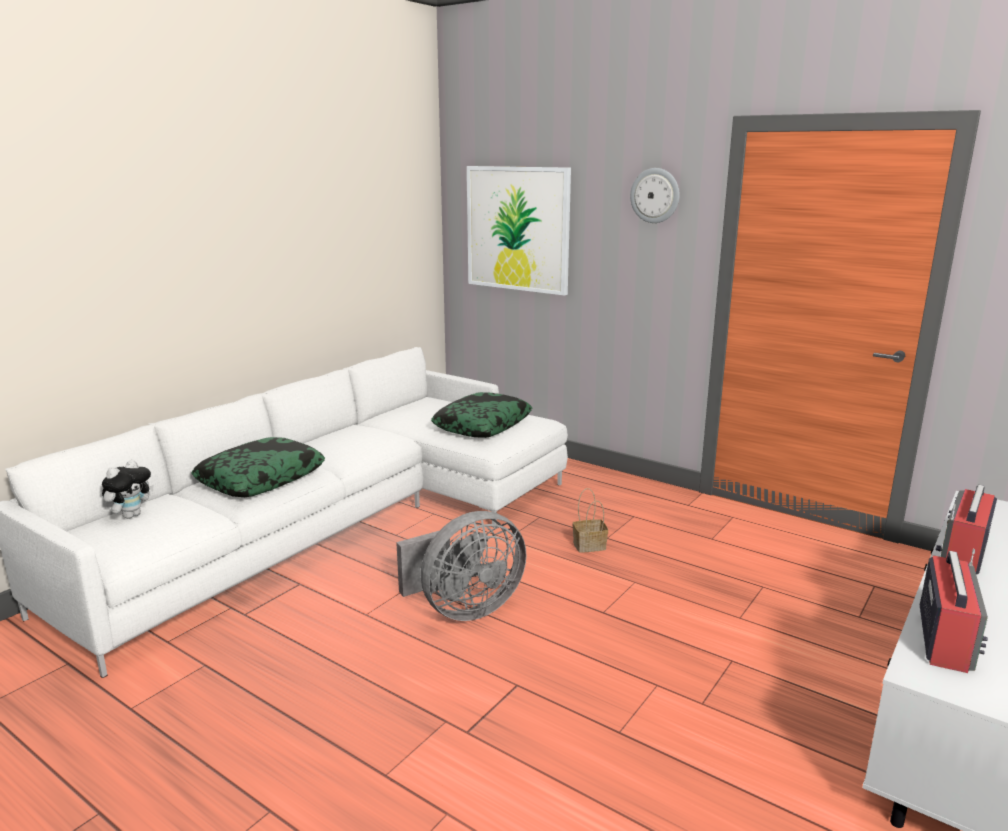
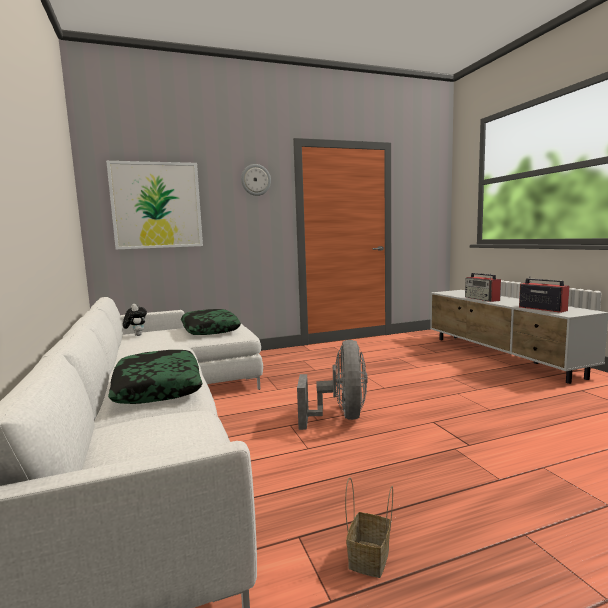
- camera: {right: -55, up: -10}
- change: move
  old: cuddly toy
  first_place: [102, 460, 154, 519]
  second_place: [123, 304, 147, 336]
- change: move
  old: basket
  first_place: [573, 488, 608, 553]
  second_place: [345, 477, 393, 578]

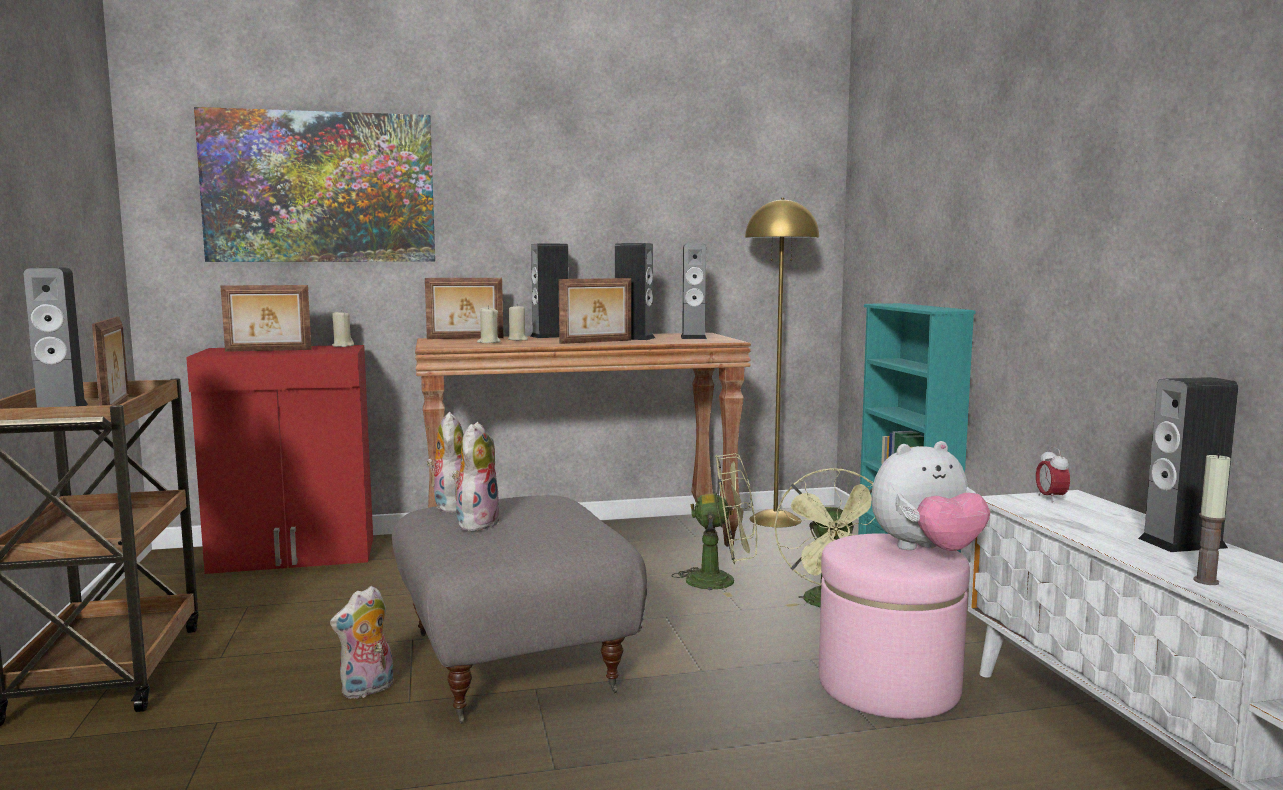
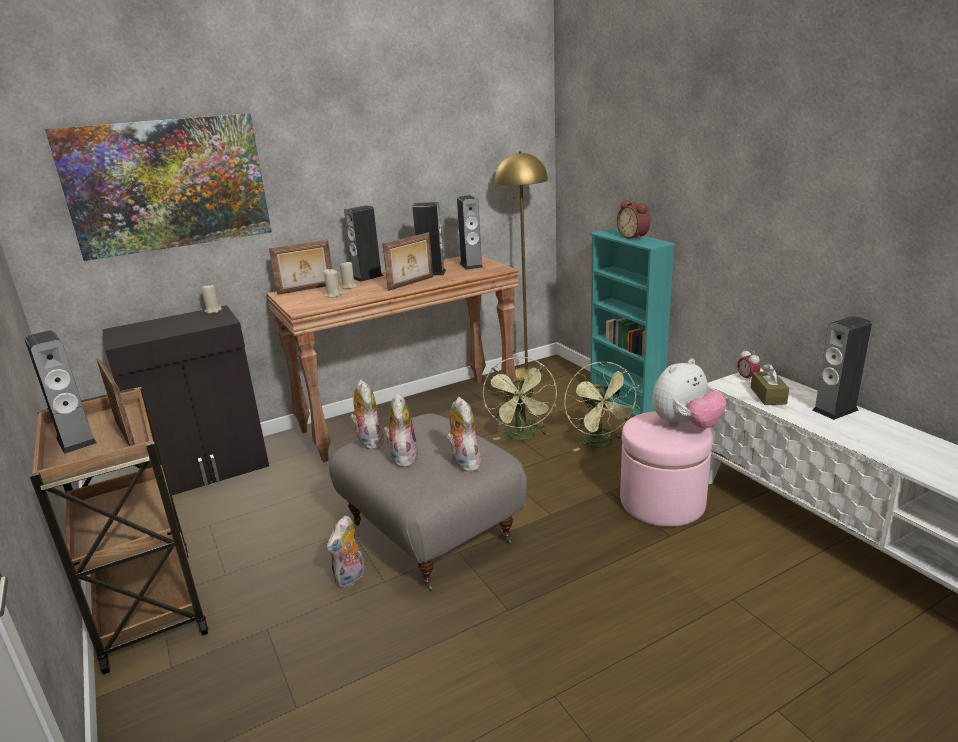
- camera: {right: -15, up: 15}
- change: recolor
  old: red cupboard
  new: blackish cupboard
  first_place: [186, 345, 373, 574]
  second_place: [102, 305, 269, 495]
- change: insert
  new: cuddly toy
  second_place: [446, 397, 481, 472]
- change: rotate
  old: greenish cooling fan
  first_place: [672, 453, 757, 597]
  second_place: [483, 356, 557, 440]
  degrees: 105
- change: insert
  new: bedside clock
  second_place: [617, 200, 650, 240]
- change: insert
  new: brownish box of tissues
  second_place: [751, 363, 789, 405]
- change: delete
  old: standing frame
  first_place: [221, 285, 312, 352]
- change: delete
  old: wax light
  first_place: [1193, 453, 1231, 585]

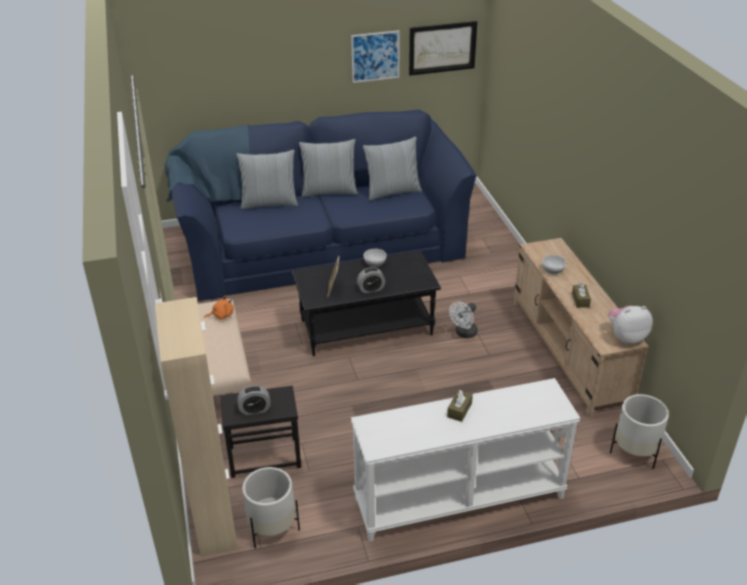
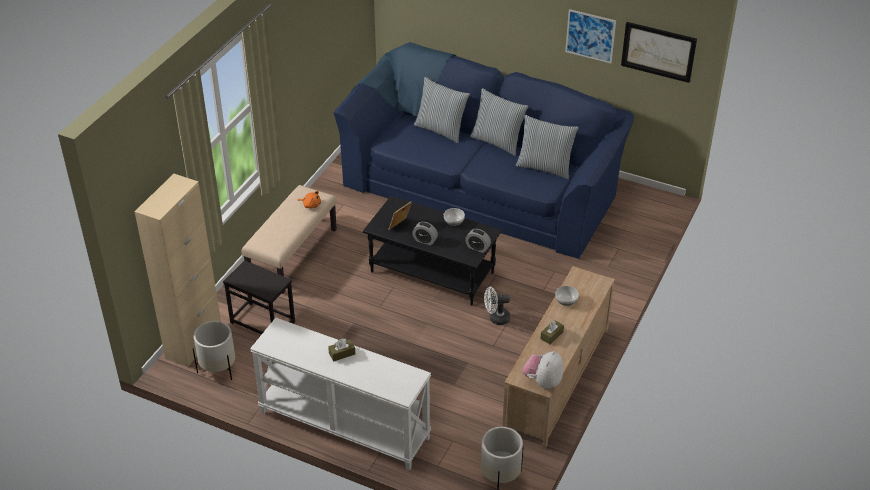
- camera: {right: 40, up: 5}
- change: move
  old: bedside clock
  first_place: [237, 385, 271, 415]
  second_place: [465, 229, 491, 253]
- change: rotate
  old: cuddly toy
  first_place: [609, 306, 653, 344]
  second_place: [523, 351, 563, 389]
  degrees: -90

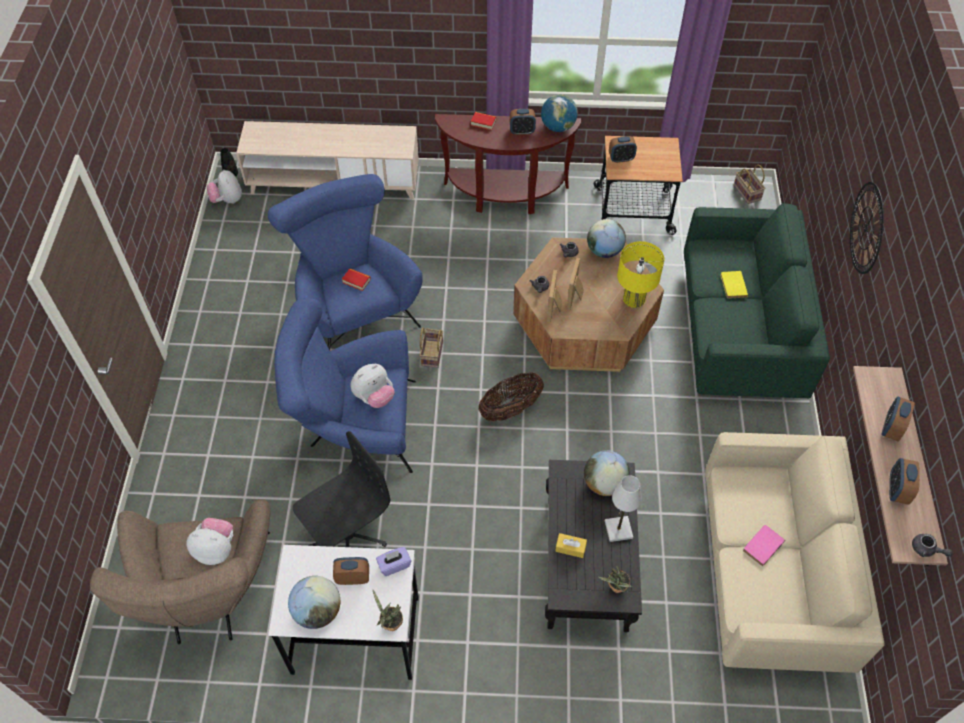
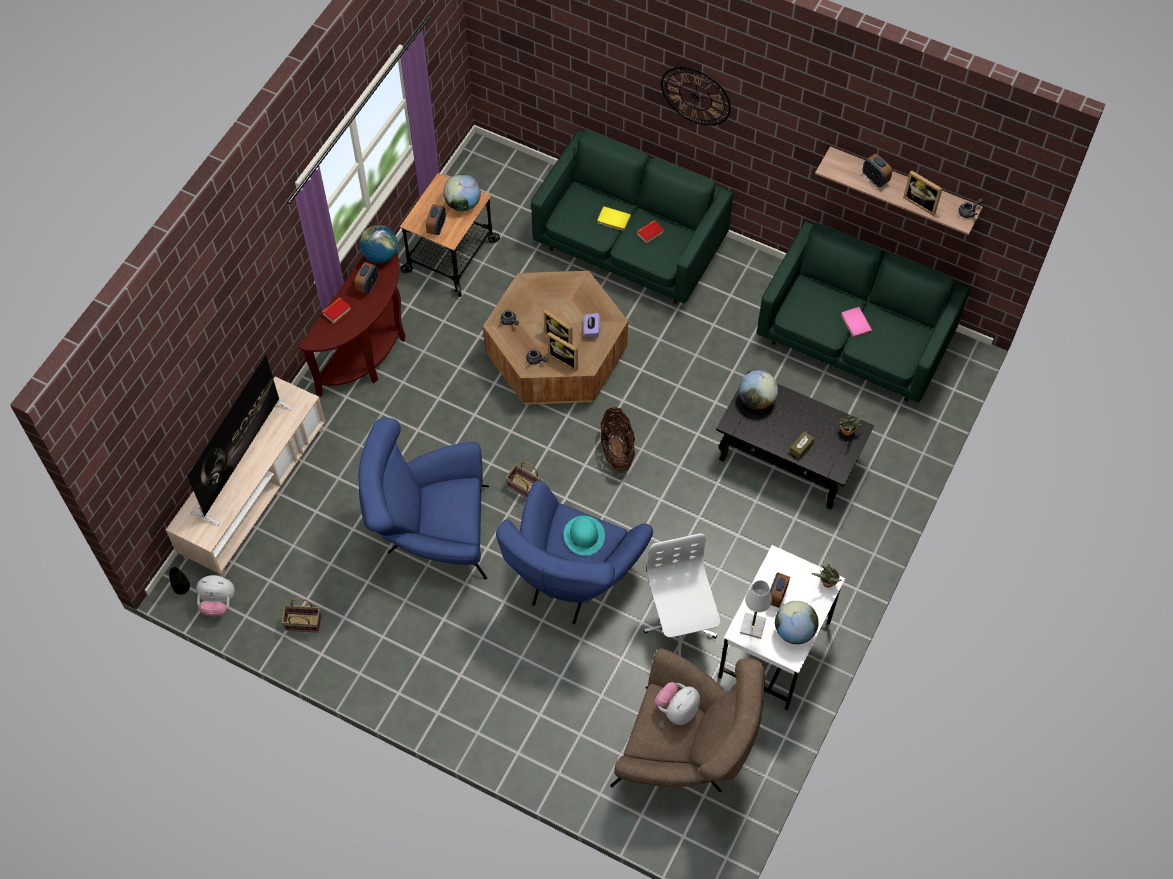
- camera: {right: -65, up: 5}
- change: insert
  new: television
  second_place: [187, 354, 292, 525]
- change: move
  old: basket
  first_place: [734, 165, 765, 204]
  second_place: [282, 598, 322, 633]
- change: move
  old: globe
  first_place: [587, 219, 626, 258]
  second_place: [443, 174, 481, 211]
- change: replace
  old: cuddly toy
  new: blue-green hat
  first_place: [351, 364, 395, 408]
  second_place: [563, 516, 605, 556]
- change: move
  old: purple-coloured box of tissues
  first_place: [376, 547, 411, 576]
  second_place: [584, 313, 600, 338]
- change: move
  old: book
  first_place: [342, 268, 371, 291]
  second_place: [637, 220, 664, 244]
- change: recolor
  old: blackish office chair
  new: white office chair
  first_place: [293, 431, 390, 547]
  second_place: [644, 533, 720, 656]
- change: move
  old: white tabletop lamp
  first_place: [605, 475, 642, 542]
  second_place: [740, 580, 772, 639]
- change: recolor
  old: sand-coloured settee
  new: greenish settee
  first_place: [705, 432, 885, 673]
  second_place: [757, 221, 971, 402]
- change: recolor
  old: yellow-coloured box of tissues
  new: brownish box of tissues
  first_place: [555, 533, 587, 558]
  second_place: [789, 431, 815, 459]
- change: replace
  old: bedside clock
  new: standing frame
  first_place: [889, 458, 920, 505]
  second_place: [903, 171, 943, 216]
- change: delete
  old: yellow-coloured tabletop lamp
  first_place: [617, 241, 664, 308]

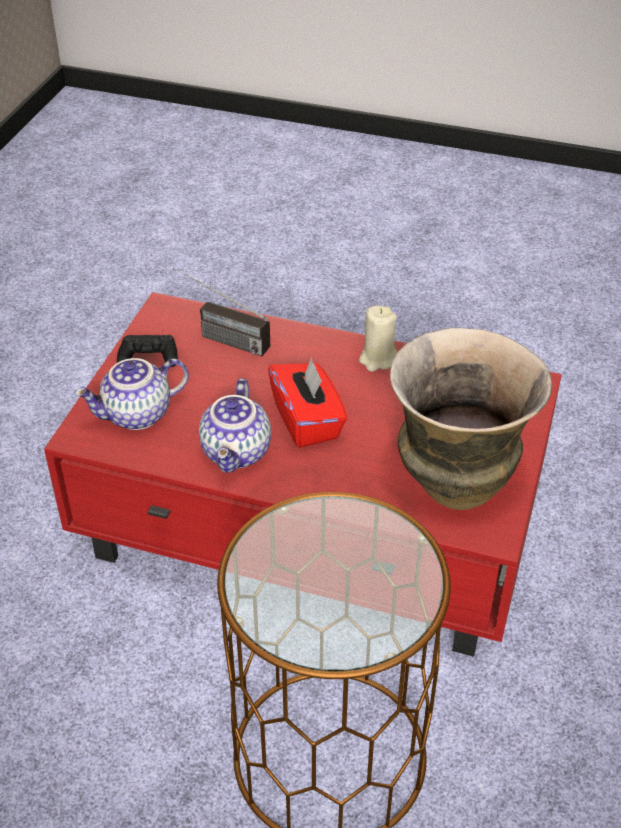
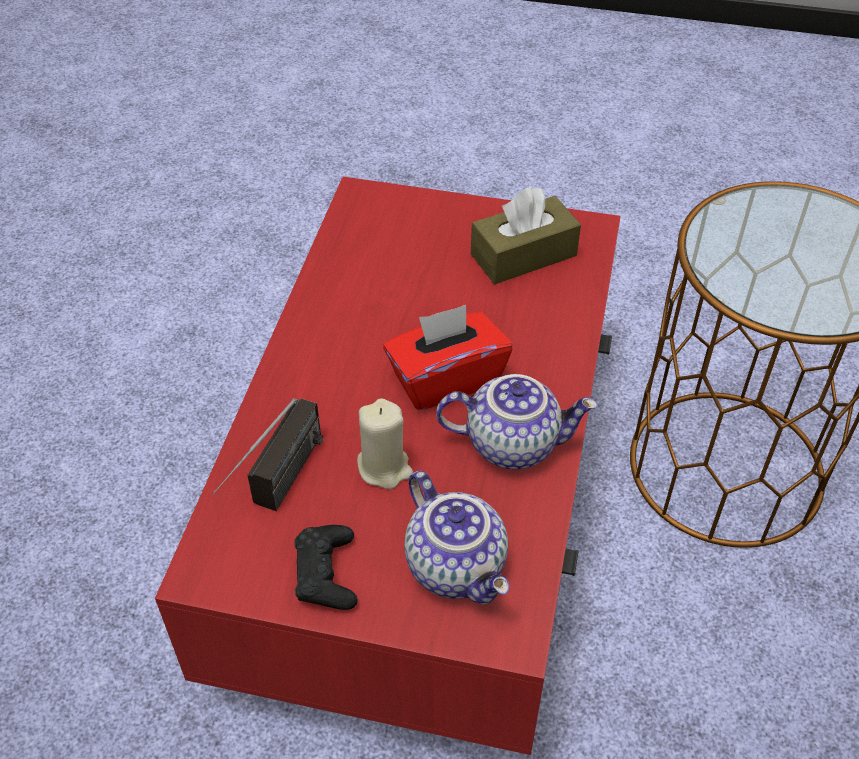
- camera: {right: -95, up: 5}
- change: move
  old: sand-coloured wax light
  first_place: [359, 306, 397, 372]
  second_place: [357, 398, 413, 489]
- change: replace
  old: decorative vase
  new: brownish box of tissues
  first_place: [390, 328, 552, 510]
  second_place: [471, 187, 581, 284]

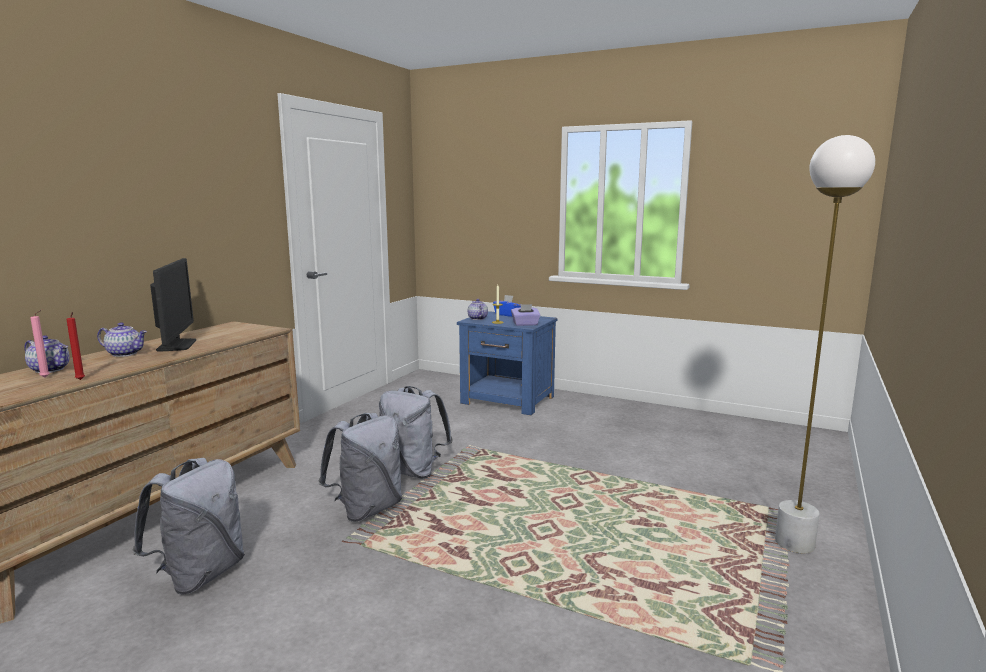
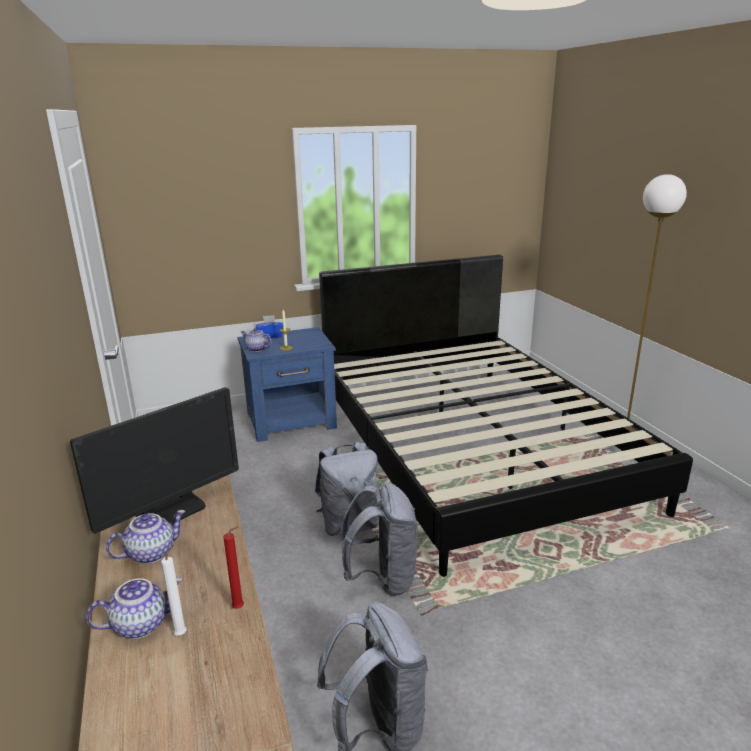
- camera: {right: -45, up: 10}
- change: rotate
  old: monitor
  first_place: [150, 258, 196, 352]
  second_place: [70, 387, 239, 534]
  degrees: 105
- change: recolor
  old: pinkish wax light
  new: white wax light
  first_place: [30, 309, 50, 378]
  second_place: [161, 545, 187, 636]
- change: insert
  new: blackish sleeping bed
  second_place: [319, 255, 693, 577]
- change: delete
  old: purple-coloured box of tissues
  first_place: [511, 304, 540, 326]

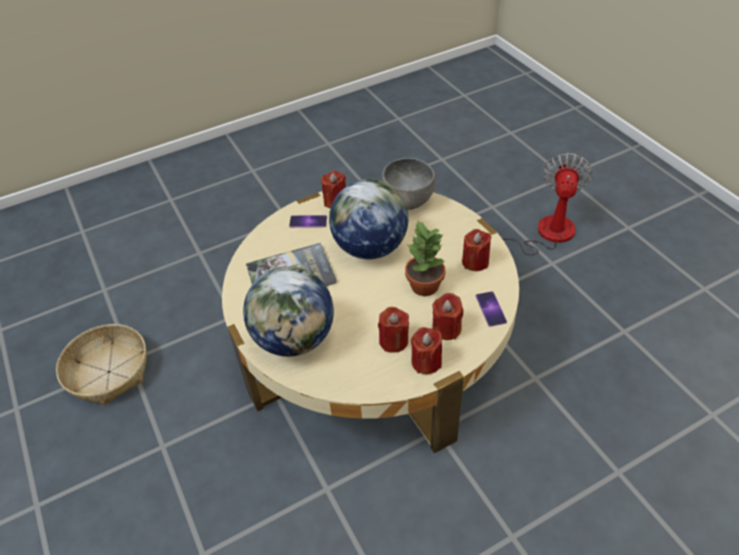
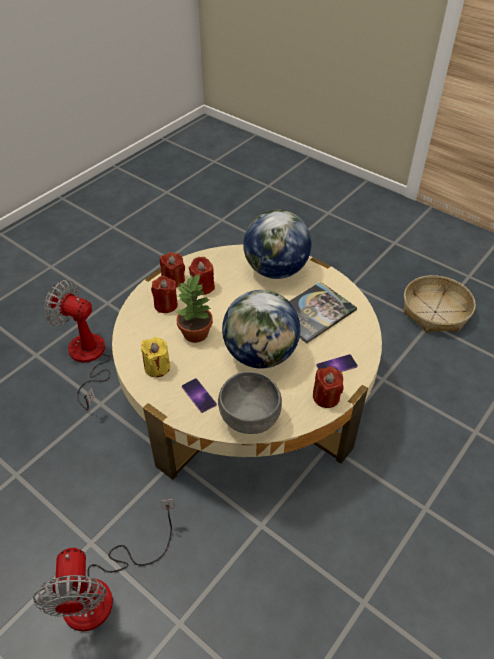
- camera: {right: 155, up: 0}
- change: insert
  new: cooling fan
  second_place: [44, 280, 111, 410]
- change: recolor
  old: red wax light
  new: yellow-coloured wax light
  first_place: [462, 229, 491, 271]
  second_place: [141, 337, 170, 377]
- change: move
  old: phone
  first_place: [476, 291, 507, 327]
  second_place: [182, 378, 217, 413]

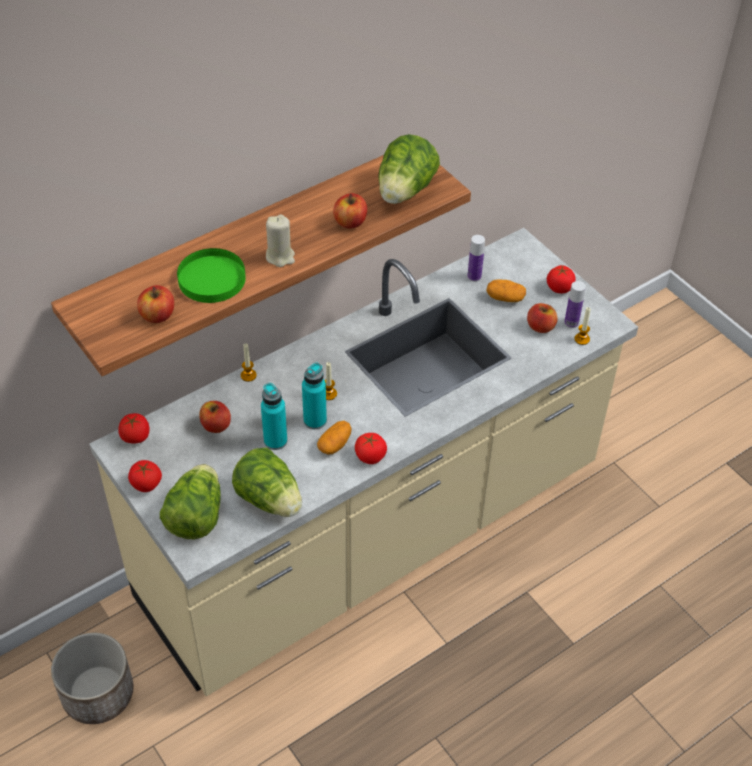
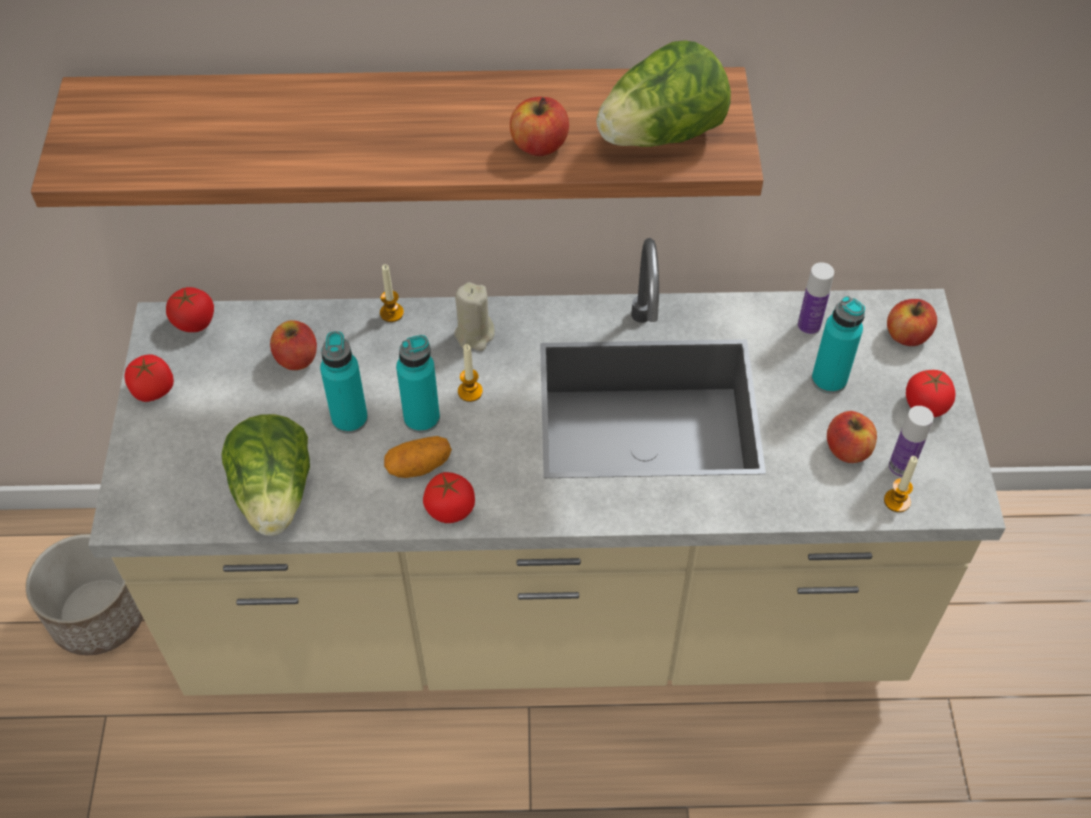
- camera: {right: 35, up: 5}
- change: move
  old: sand-coloured wax light
  first_place: [266, 215, 295, 267]
  second_place: [454, 282, 495, 351]
- change: replace
  old: spud
  new: blue-green bottle
  first_place: [486, 279, 526, 302]
  second_place: [812, 296, 865, 394]
- change: move
  old: apple fruit
  first_place: [137, 285, 174, 323]
  second_place: [887, 299, 937, 346]
- change: delete
  old: lettuce head
  first_place: [160, 464, 221, 539]
- change: delete
  old: greenish dinner plate
  first_place: [177, 248, 246, 303]

